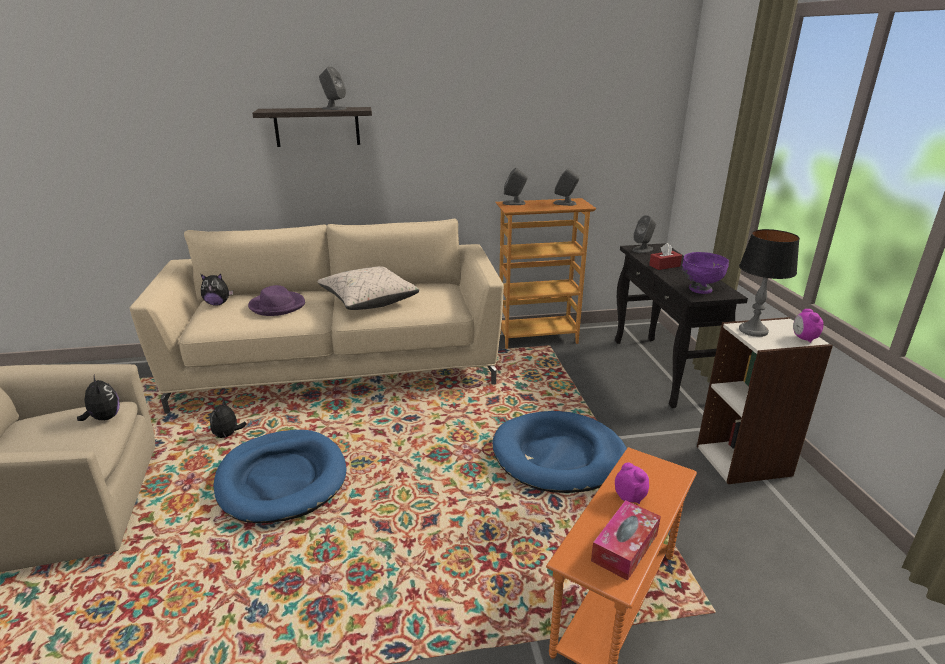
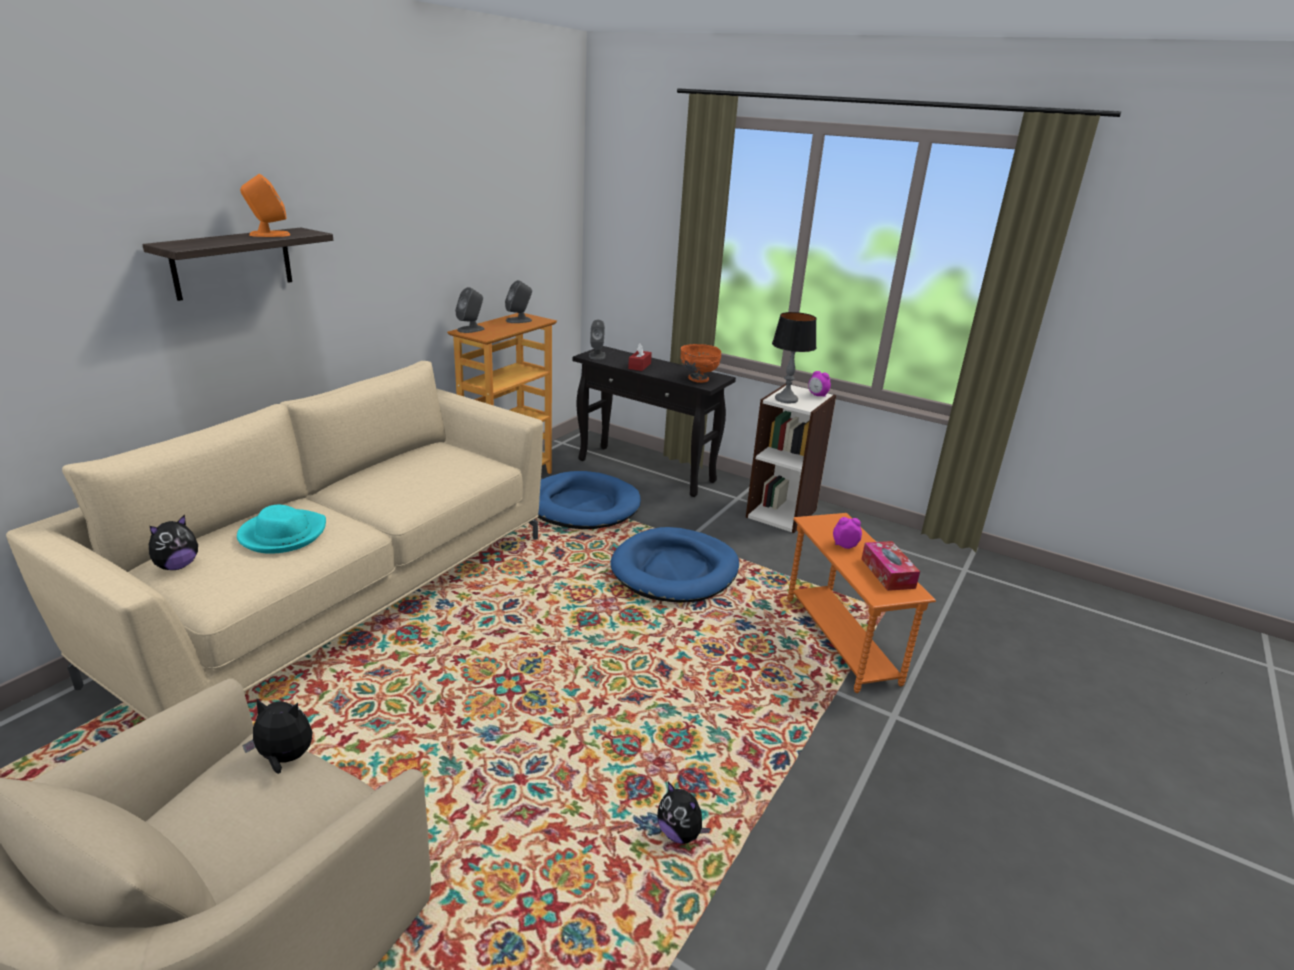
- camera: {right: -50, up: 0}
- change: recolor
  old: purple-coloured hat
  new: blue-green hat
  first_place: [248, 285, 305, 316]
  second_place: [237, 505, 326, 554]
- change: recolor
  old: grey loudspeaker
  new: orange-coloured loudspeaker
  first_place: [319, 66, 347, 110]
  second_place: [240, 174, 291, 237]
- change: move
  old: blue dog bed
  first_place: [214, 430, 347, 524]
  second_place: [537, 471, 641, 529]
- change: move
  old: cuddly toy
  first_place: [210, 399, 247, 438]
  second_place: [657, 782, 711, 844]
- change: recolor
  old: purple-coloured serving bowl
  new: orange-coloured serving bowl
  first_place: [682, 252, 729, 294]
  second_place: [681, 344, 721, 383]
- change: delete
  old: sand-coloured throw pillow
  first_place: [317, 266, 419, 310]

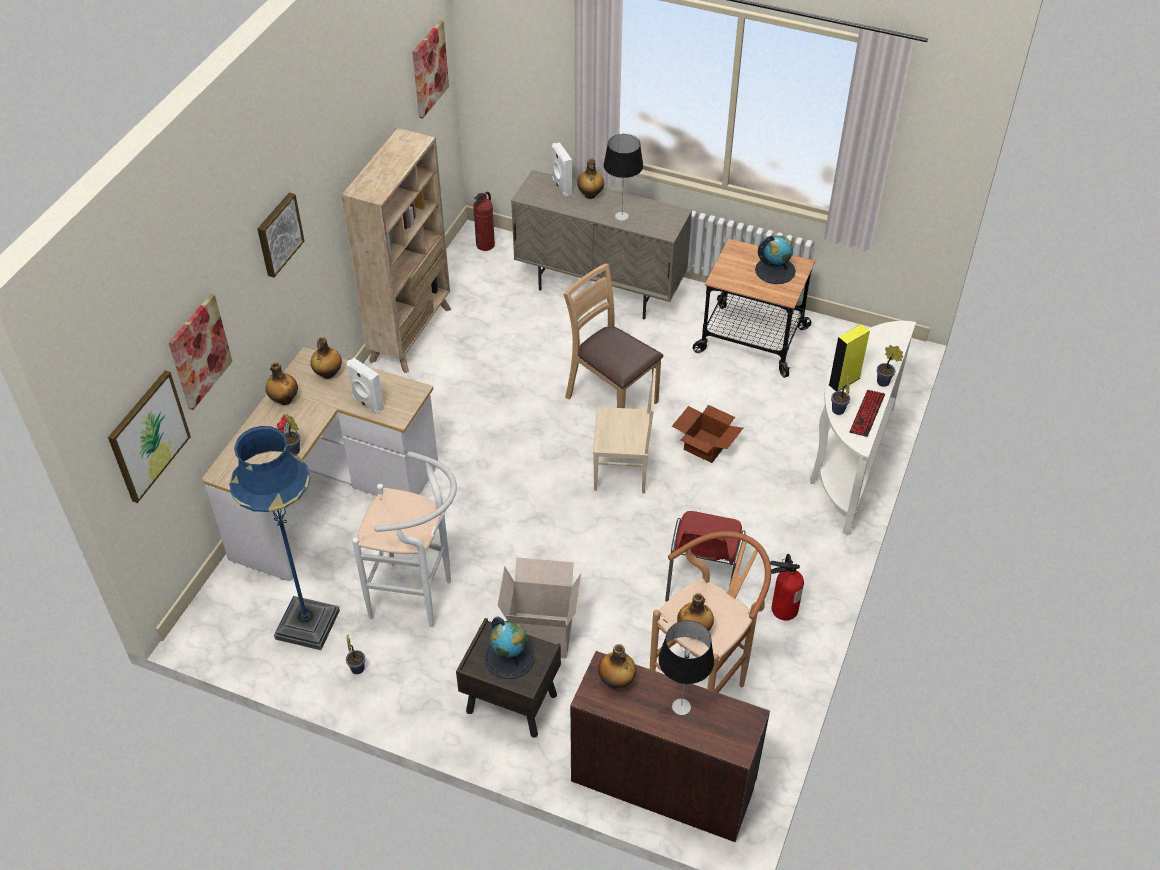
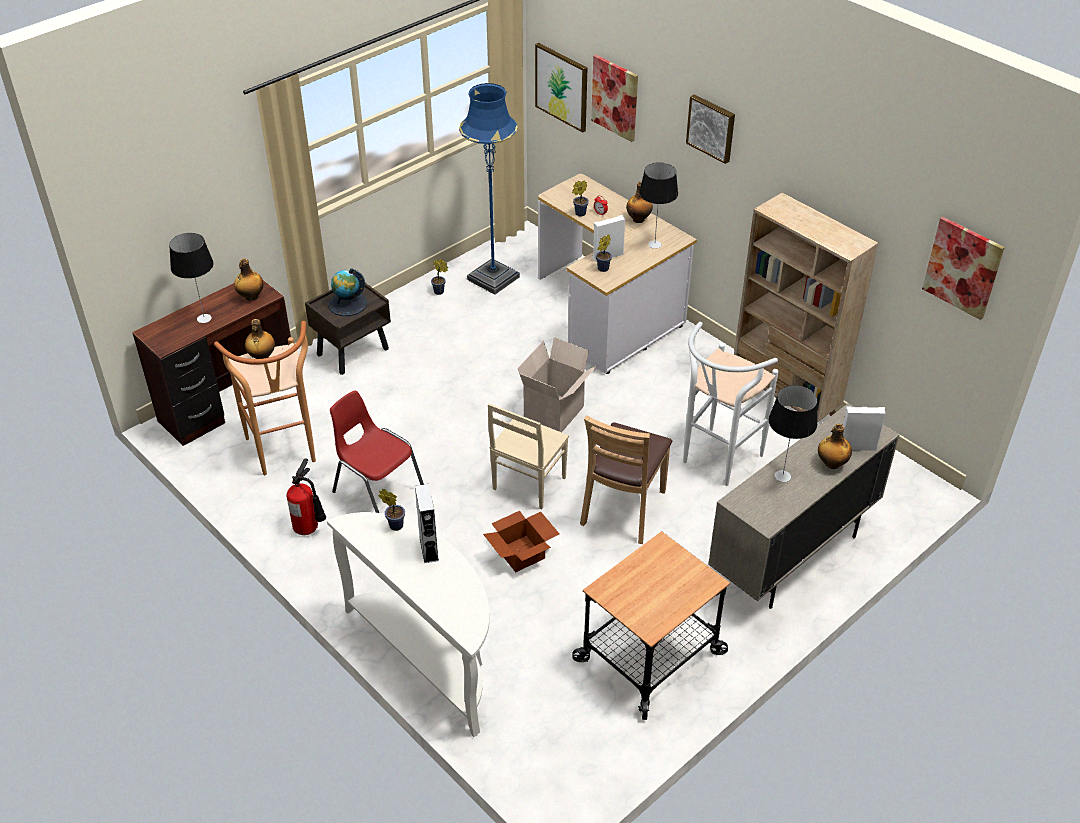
- camera: {right: 115, up: -5}
- change: recolor
  old: yellow-coloured loudspeaker
  new: grey loudspeaker
  first_place: [829, 324, 870, 391]
  second_place: [415, 484, 439, 563]
- change: move
  old: packing box
  first_place: [497, 557, 581, 658]
  second_place: [518, 337, 598, 432]
- change: rotate
  old: brownish upright chair
  first_place: [563, 263, 663, 408]
  second_place: [580, 415, 672, 544]
  degrees: 135
- change: move
  old: houseplant
  first_place: [877, 345, 903, 387]
  second_place: [596, 234, 612, 272]
- change: replace
  old: bottle
  new: tabletop lamp
  first_place: [311, 337, 342, 379]
  second_place: [639, 162, 678, 249]
- change: move
  old: white sitting stool
  first_place: [352, 451, 457, 627]
  second_place: [683, 322, 779, 486]
- change: delete
  old: fire-fighting cylinder
  first_place: [473, 192, 495, 251]
- change: delete
  old: globe
  first_place: [755, 235, 796, 284]
- change: delete
  old: computer keyboard
  first_place: [850, 390, 885, 437]

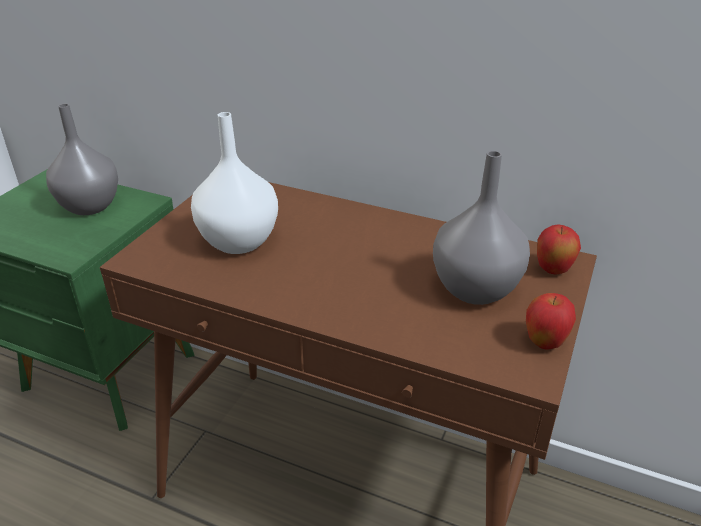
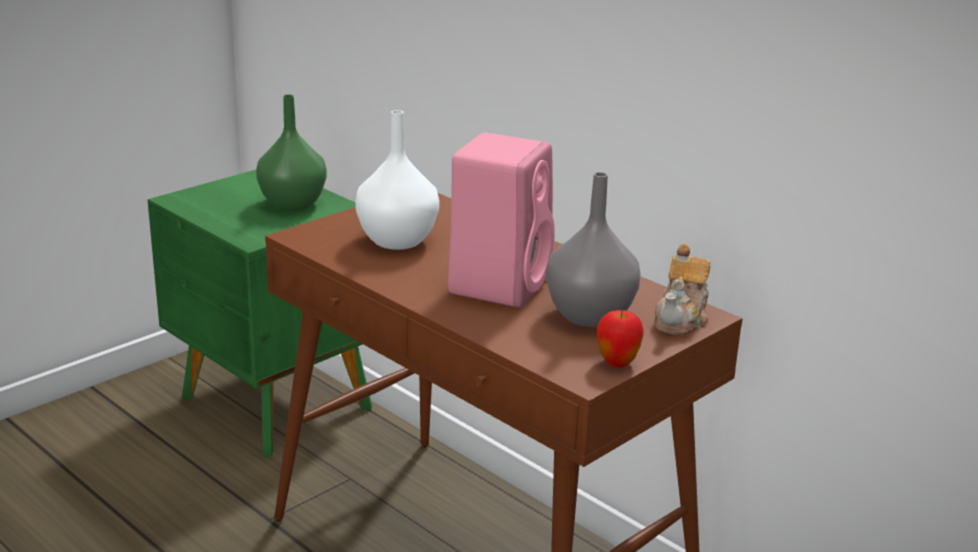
- camera: {right: 20, up: -10}
- change: recolor
  old: grey decorative vase
  new: greenish decorative vase
  first_place: [46, 104, 118, 215]
  second_place: [256, 95, 327, 211]
- change: insert
  new: pinkish loudspeaker
  second_place: [448, 133, 555, 307]
- change: replace
  old: apple fruit
  new: tea pot
  first_place: [537, 224, 581, 275]
  second_place: [654, 244, 710, 335]

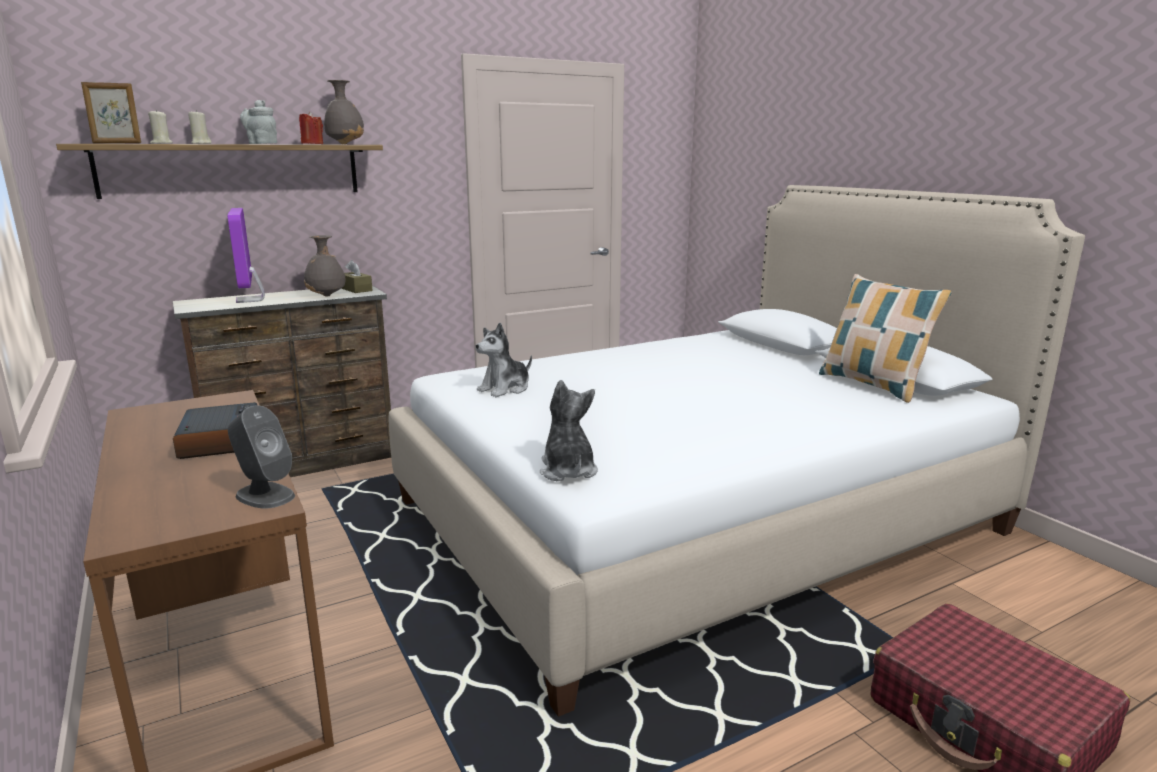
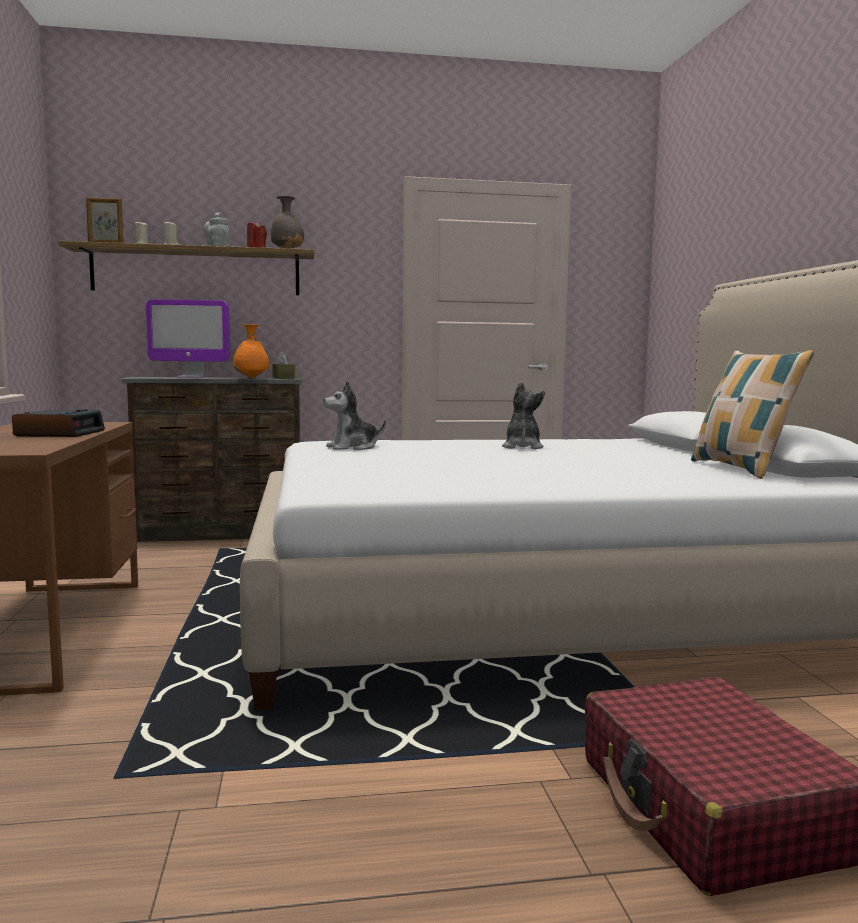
- camera: {right: 20, up: -10}
- change: rotate
  old: monitor
  first_place: [227, 208, 265, 303]
  second_place: [146, 299, 230, 378]
  degrees: -90
- change: recolor
  old: grey decorative vase
  new: orange-coloured decorative vase
  first_place: [304, 235, 346, 297]
  second_place: [233, 324, 269, 378]
- change: move
  old: cuddly toy
  first_place: [540, 380, 598, 481]
  second_place: [502, 381, 545, 449]
- change: delete
  old: grey loudspeaker
  first_place: [228, 405, 295, 509]

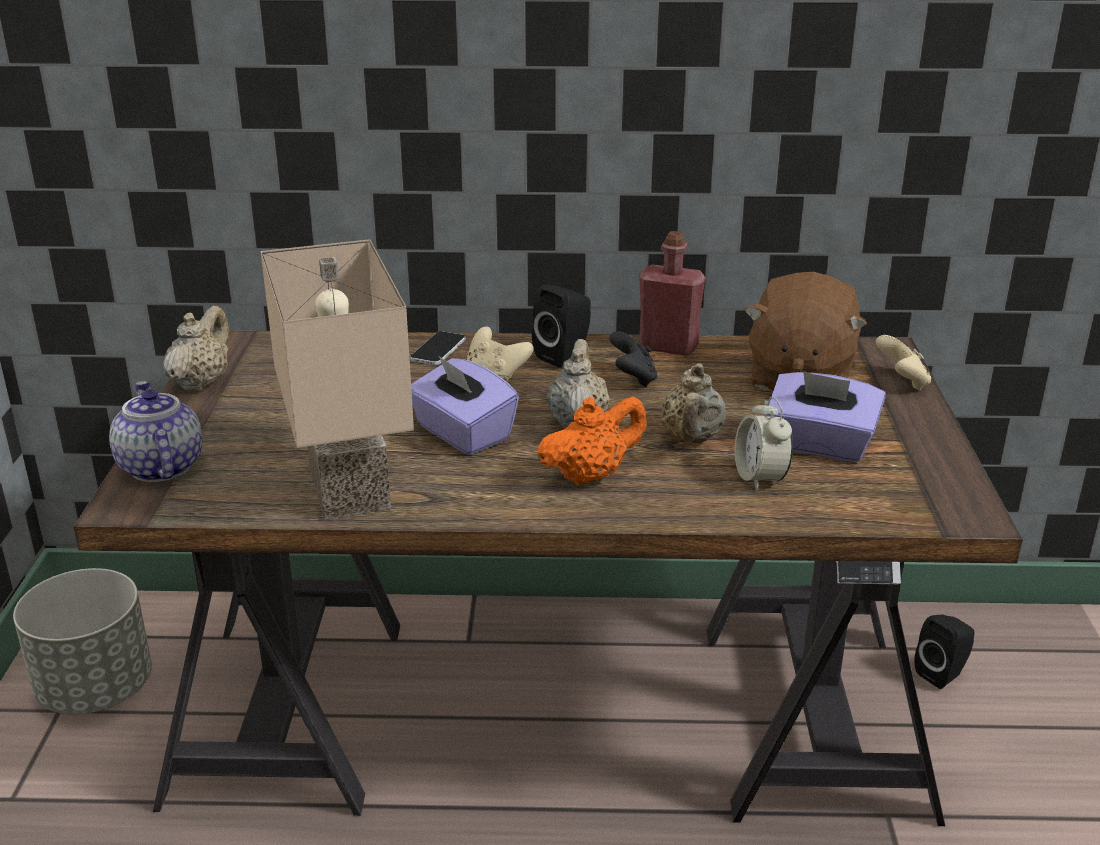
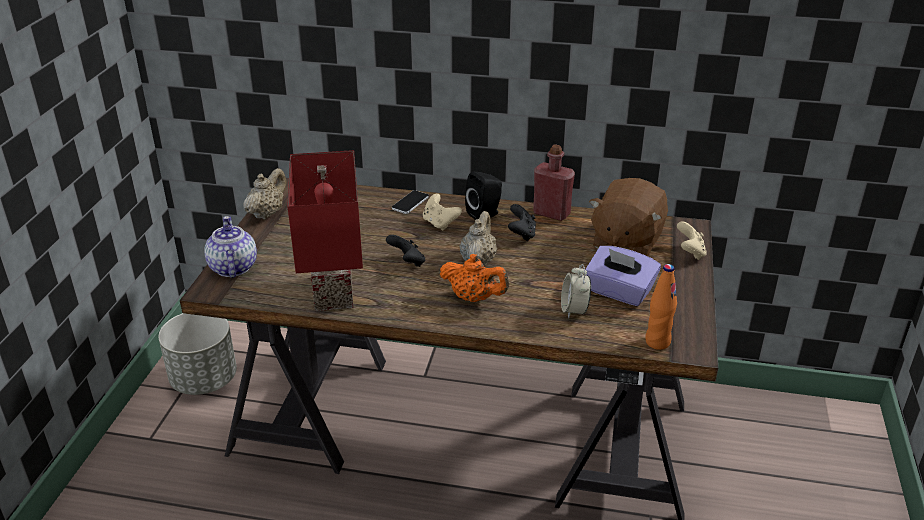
- camera: {right: 10, up: 5}
- change: recolor
  old: sand-coloured tabletop lamp
  new: red tabletop lamp
  first_place: [261, 239, 414, 520]
  second_place: [287, 150, 363, 311]
- change: replace
  old: purple-coloured box of tissues
  new: blackish gamepad
  first_place: [411, 355, 519, 455]
  second_place: [386, 235, 425, 267]
- change: rotate
  old: orange-coloured tea pot
  first_place: [537, 397, 647, 485]
  second_place: [440, 254, 509, 302]
  degrees: 45
- change: insert
  new: orange-coloured bottle
  second_place: [646, 264, 677, 350]
- change: delete
  old: sand-coloured tea pot
  first_place: [661, 363, 726, 443]
- change: delete
  old: blackish loudspeaker
  first_place: [914, 615, 974, 689]

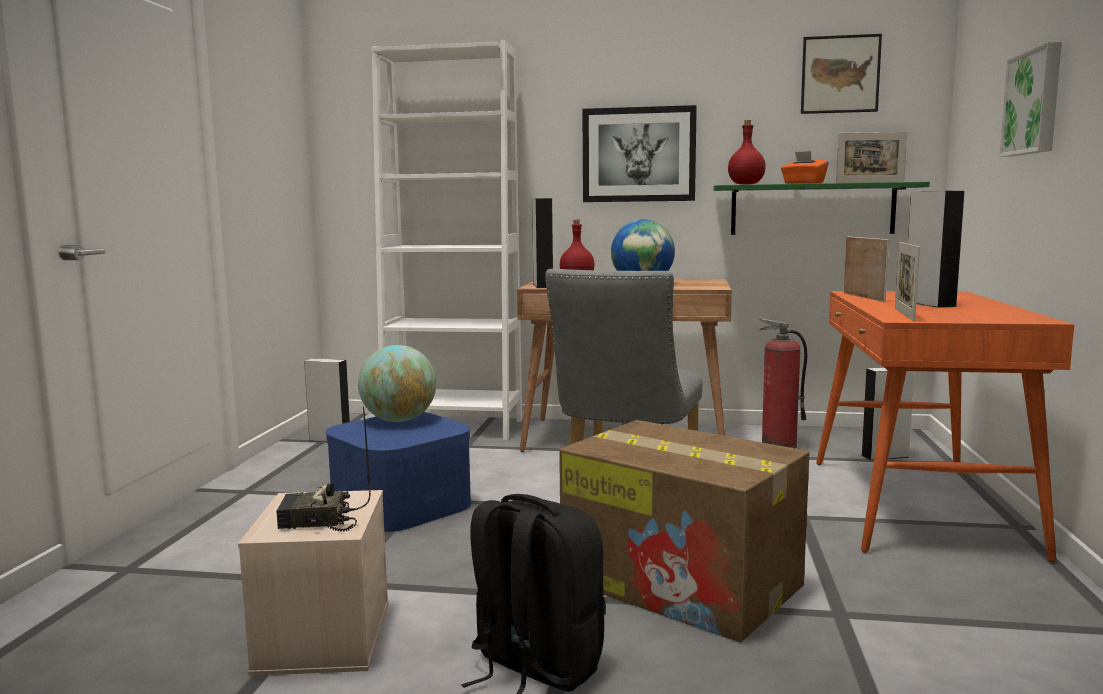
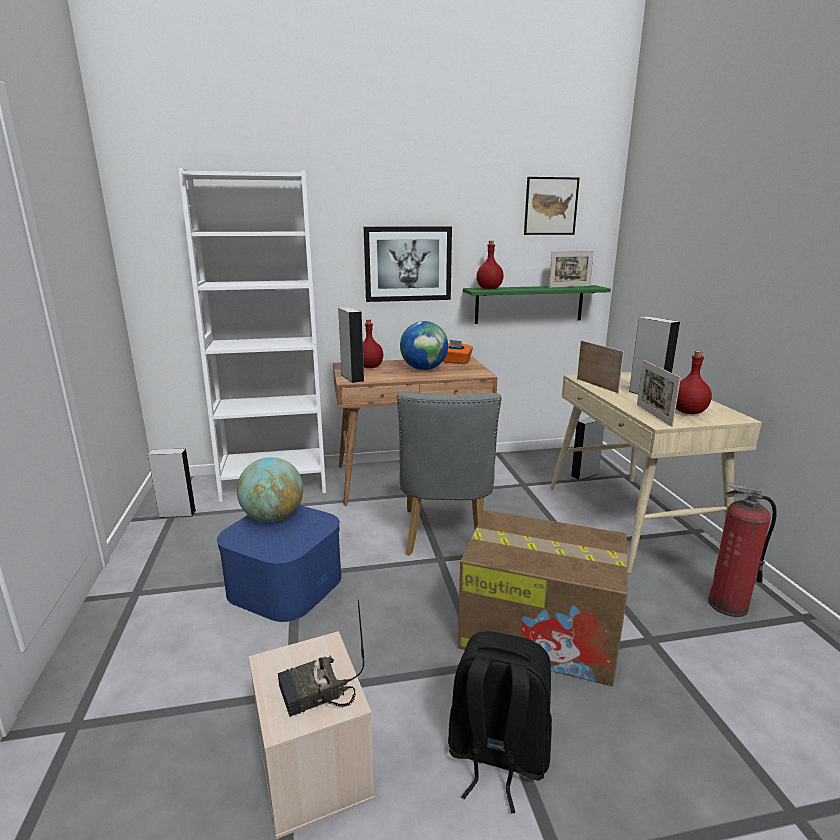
- camera: {right: -20, up: 10}
- change: move
  old: orange-coloured box of tissues
  first_place: [781, 151, 829, 184]
  second_place: [443, 340, 473, 364]
- change: recolor
  old: orange-coloured desk
  new: sand-coloured desk
  first_place: [816, 291, 1075, 562]
  second_place: [550, 372, 762, 574]
- change: insert
  new: red bottle
  second_place: [676, 351, 712, 414]
- change: move
  old: fire-fighting cylinder
  first_place: [759, 318, 807, 448]
  second_place: [708, 482, 777, 617]
- change: delete
  old: wall picture
  first_place: [999, 42, 1062, 157]

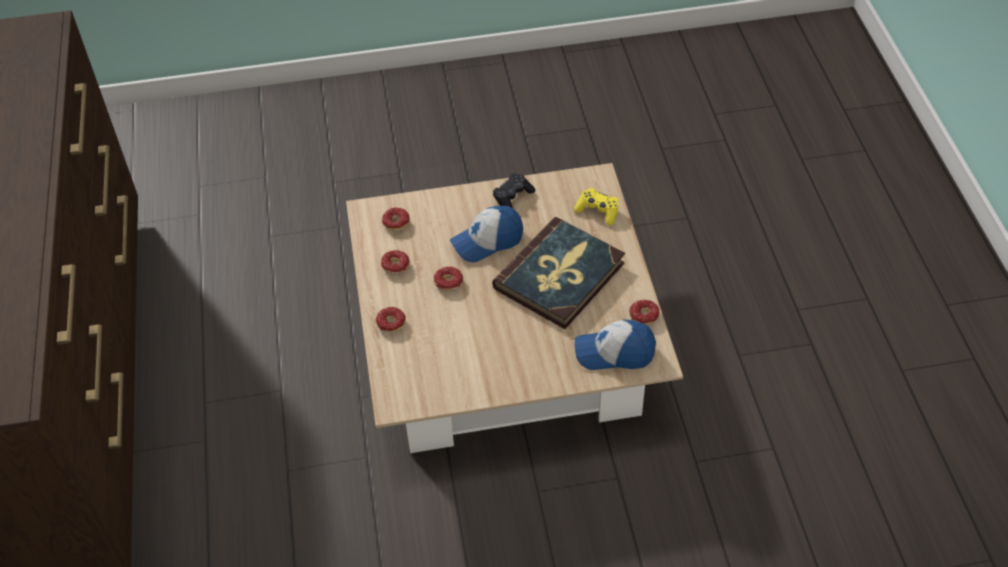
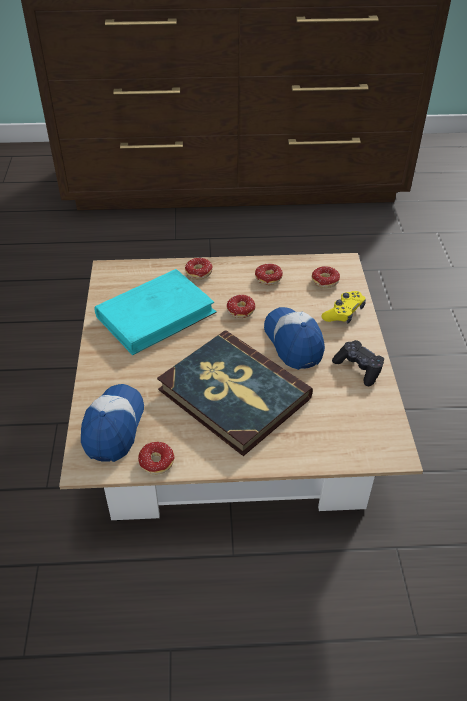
- camera: {right: 95, up: -5}
- change: insert
  new: blue-green book
  second_place: [94, 269, 217, 355]
- change: move
  old: yellow-coloured gamepad
  first_place: [574, 188, 619, 225]
  second_place: [321, 291, 366, 324]

